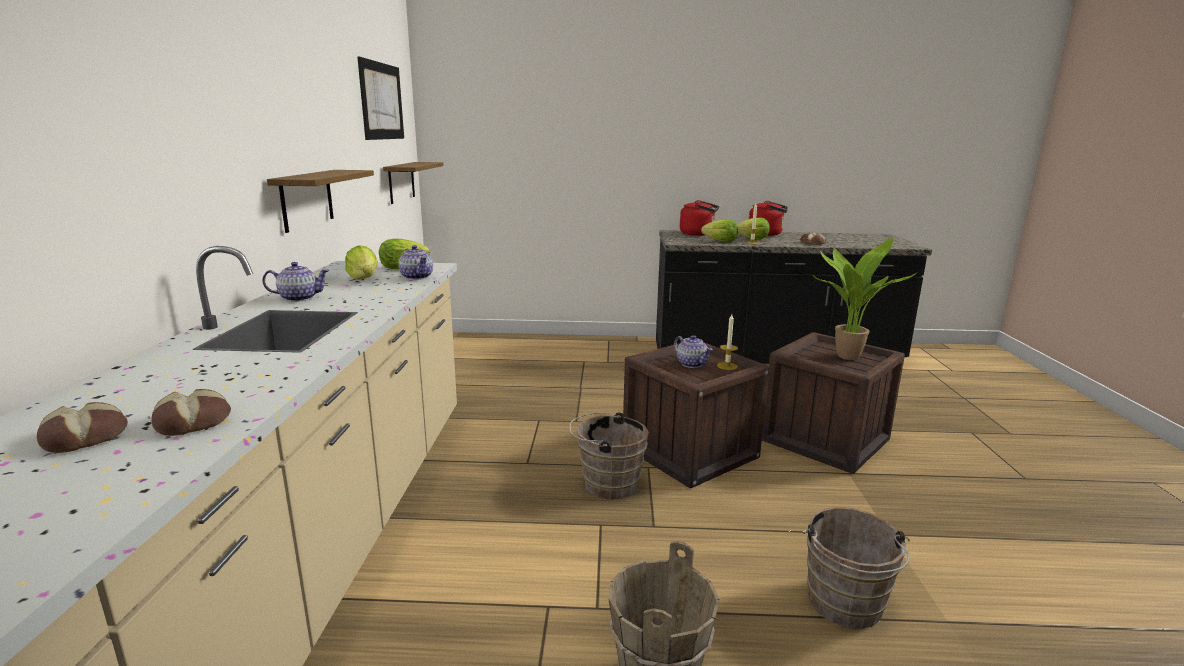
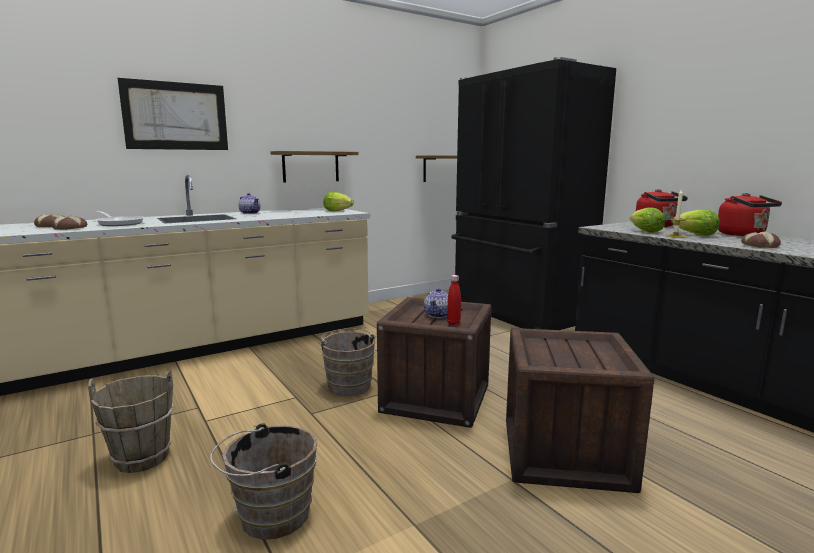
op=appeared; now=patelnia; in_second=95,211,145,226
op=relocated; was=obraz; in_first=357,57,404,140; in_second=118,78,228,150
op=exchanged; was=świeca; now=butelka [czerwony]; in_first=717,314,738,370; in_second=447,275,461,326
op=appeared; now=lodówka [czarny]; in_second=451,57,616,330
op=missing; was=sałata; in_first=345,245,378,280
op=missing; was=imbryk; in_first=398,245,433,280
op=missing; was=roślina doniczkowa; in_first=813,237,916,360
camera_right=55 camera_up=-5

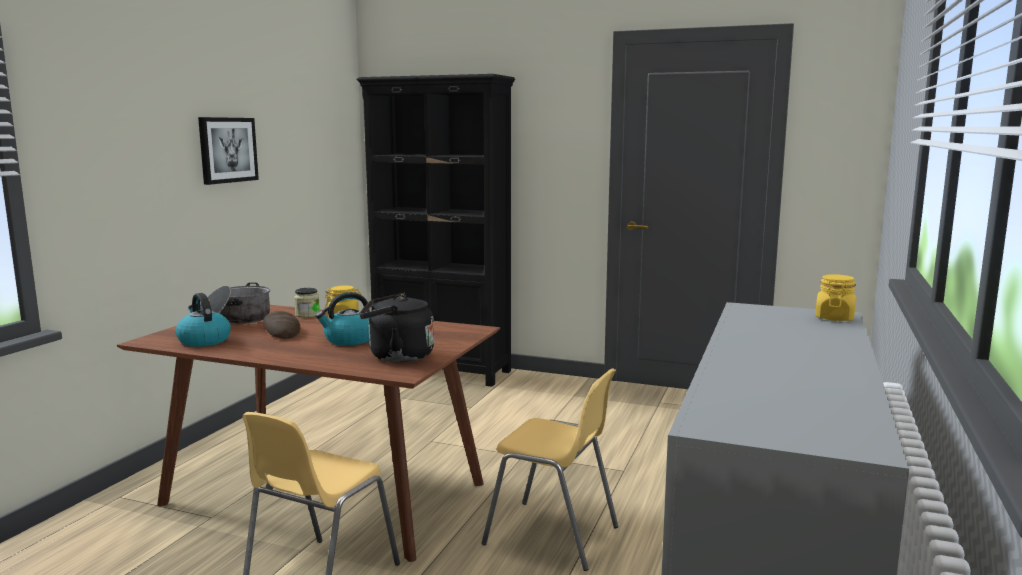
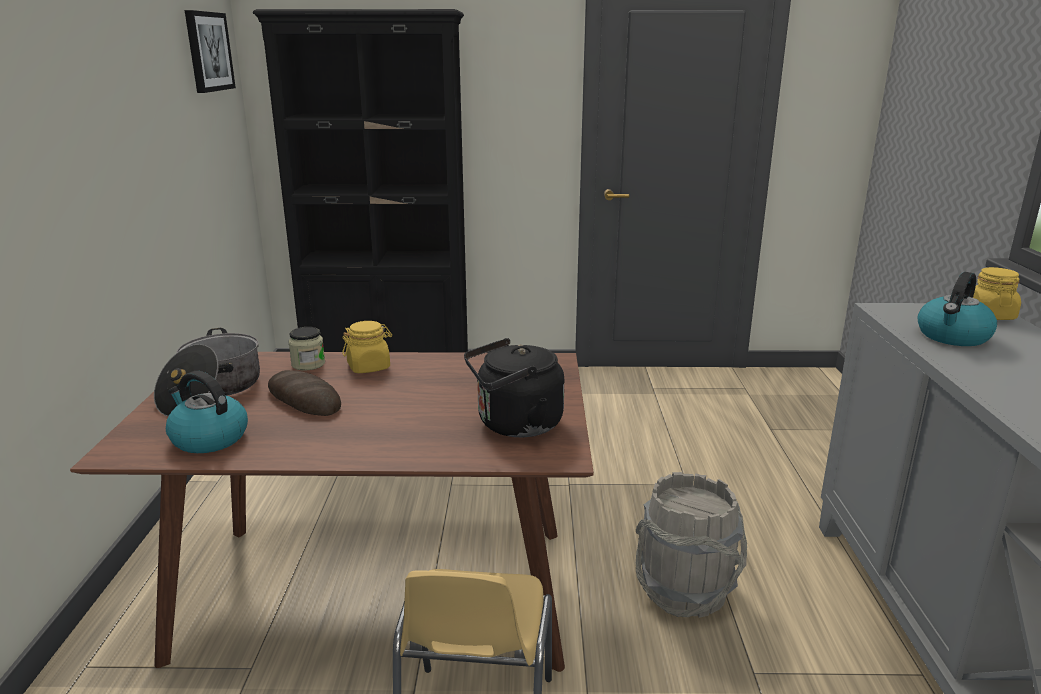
op=relocated; was=obraz; in_first=198,117,259,185; in_second=185,10,236,93
op=exchanged; was=krzesło [żółty]; now=wiadro [szary]; in_first=482,368,619,571; in_second=636,472,747,618
op=relocated; was=czajnik; in_first=316,292,369,346; in_second=918,272,997,346
camera_right=-20 camera_up=10

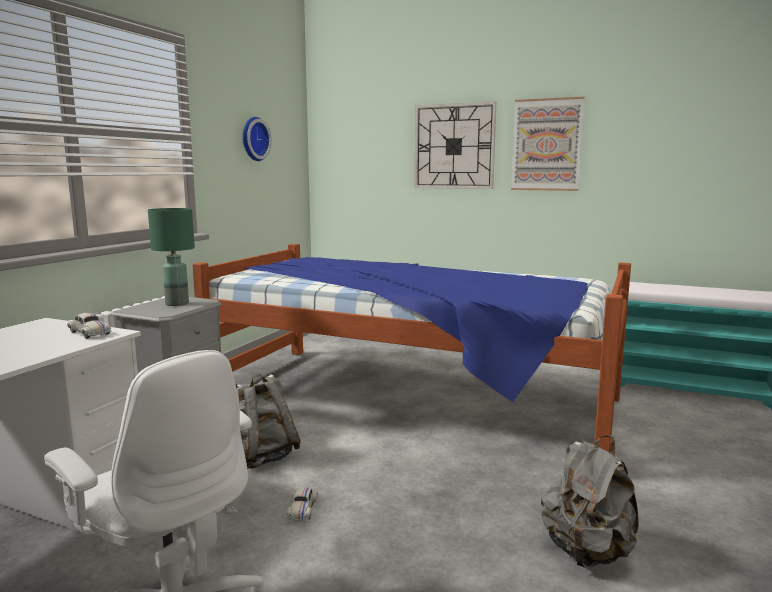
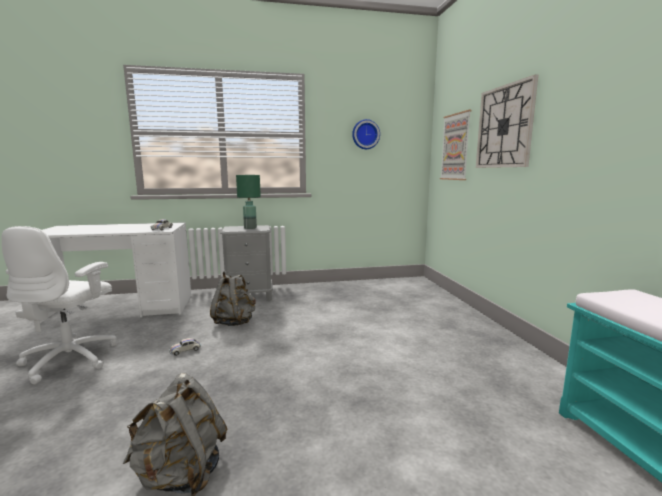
op=relocated; was=obraz; in_first=511,96,584,191; in_second=440,110,472,180
op=missing; was=łóżko; in_first=193,244,631,452
camera_right=55 camera_up=0

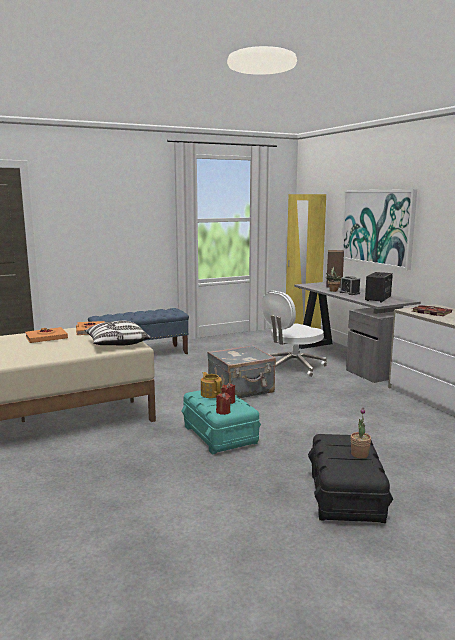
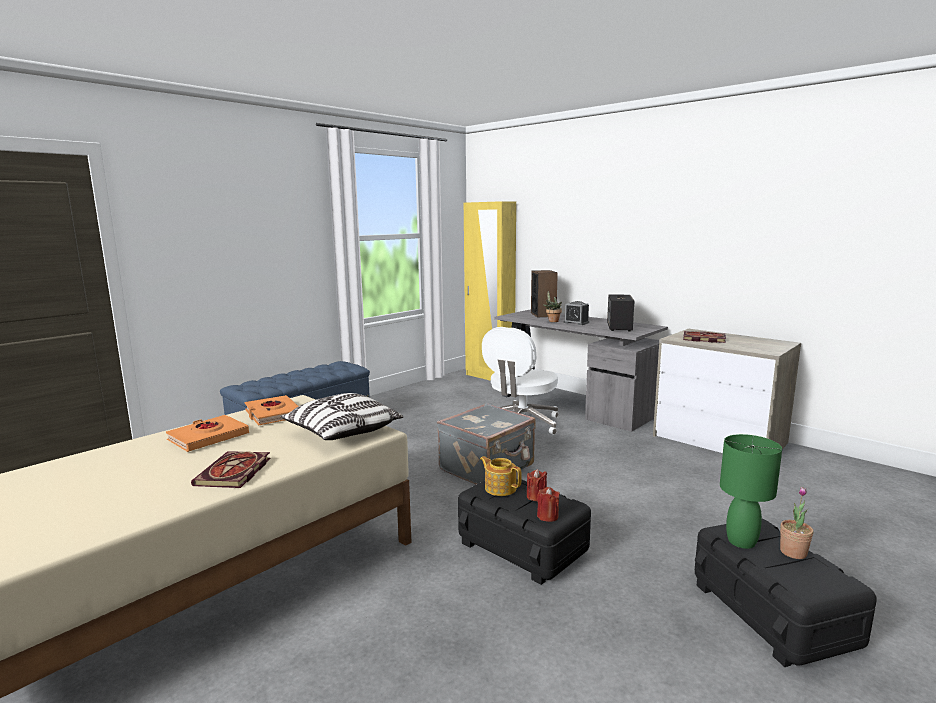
op=appeared; now=książka; in_second=191,451,271,488
op=colour; was=pojemnik do przechowywania [turkusowy]; now=pojemnik do przechowywania [czarny]; in_first=181,390,261,455; in_second=458,479,591,585
op=appeared; now=lampa stołowa [zielony]; in_second=720,434,782,549
op=missing; was=obraz; in_first=341,189,417,270
camera_right=-20 camera_up=0

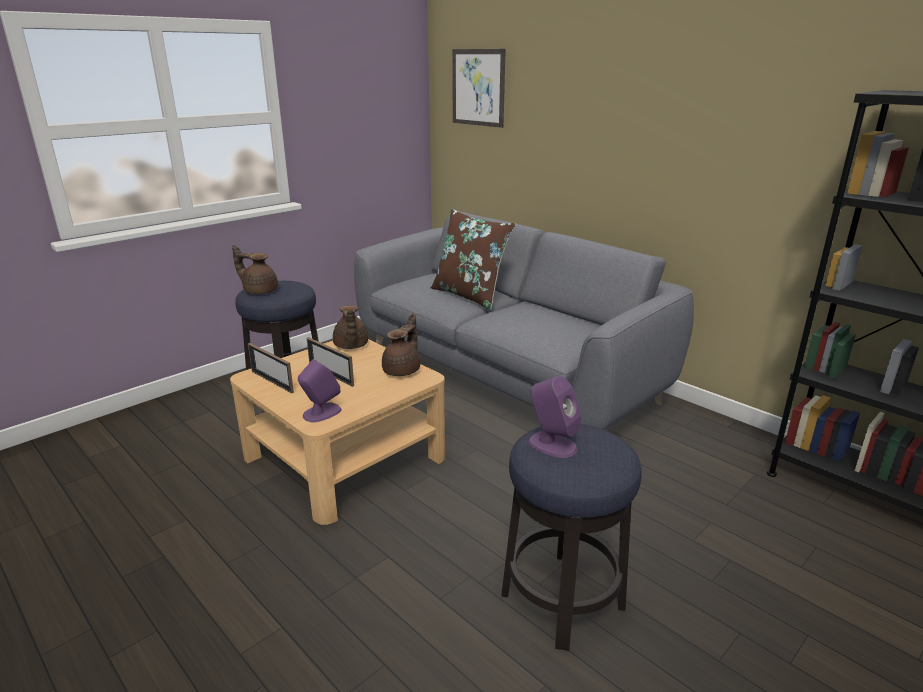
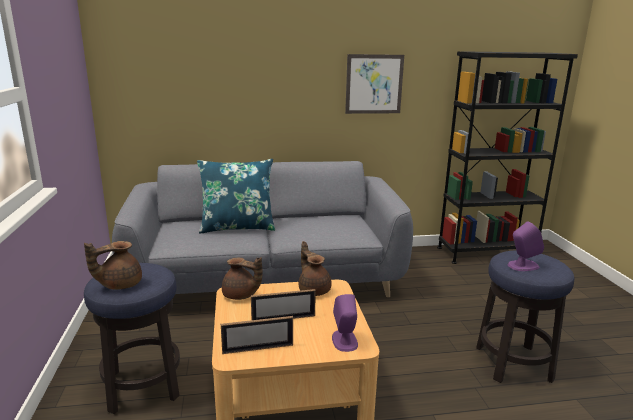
op=colour; was=poduszka [brązowy]; now=poduszka [niebieski]; in_first=431,209,515,310; in_second=197,159,275,233
op=relocated; was=obraz; in_first=452,49,506,128; in_second=345,54,404,114
camera_right=-55 camera_up=-5

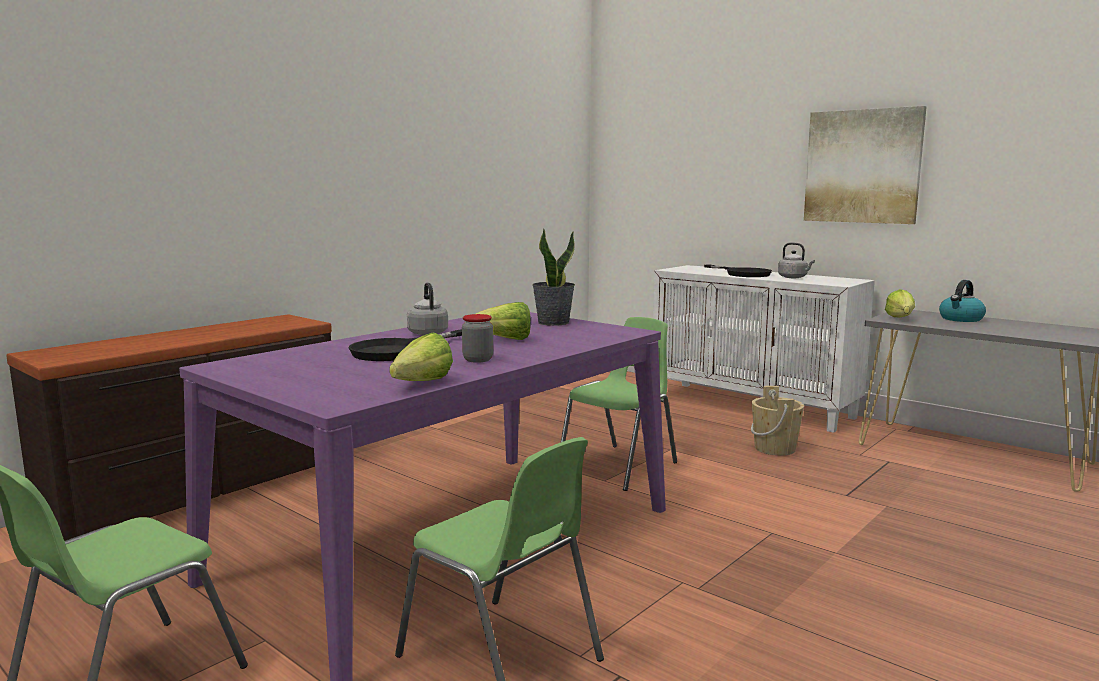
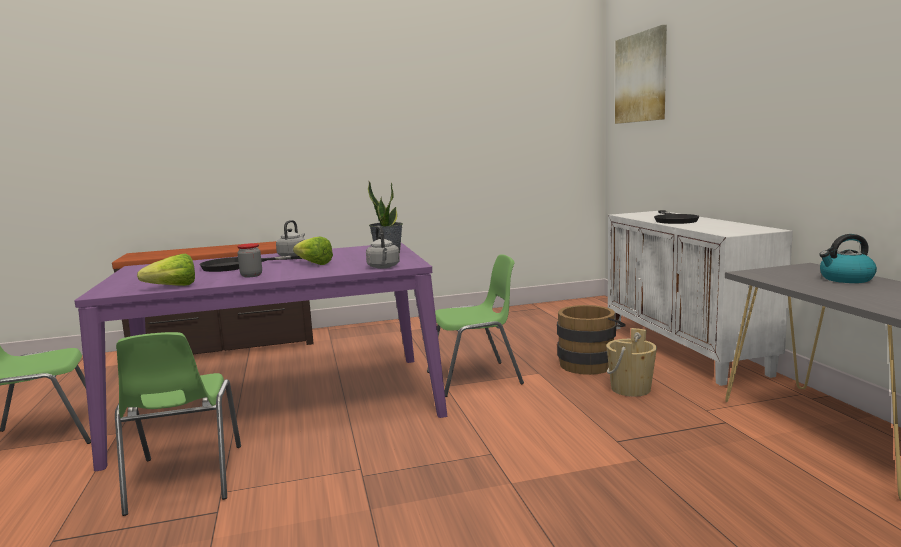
op=relocated; was=czajnik [szary]; in_first=778,242,815,278; in_second=366,226,400,269
op=appeared; now=wiadro [brązowy]; in_second=557,305,626,375
op=relocated; was=obraz; in_first=804,106,927,224; in_second=615,25,667,124
op=missing; was=sałata; in_first=885,289,915,318
camera_right=35 camera_up=0

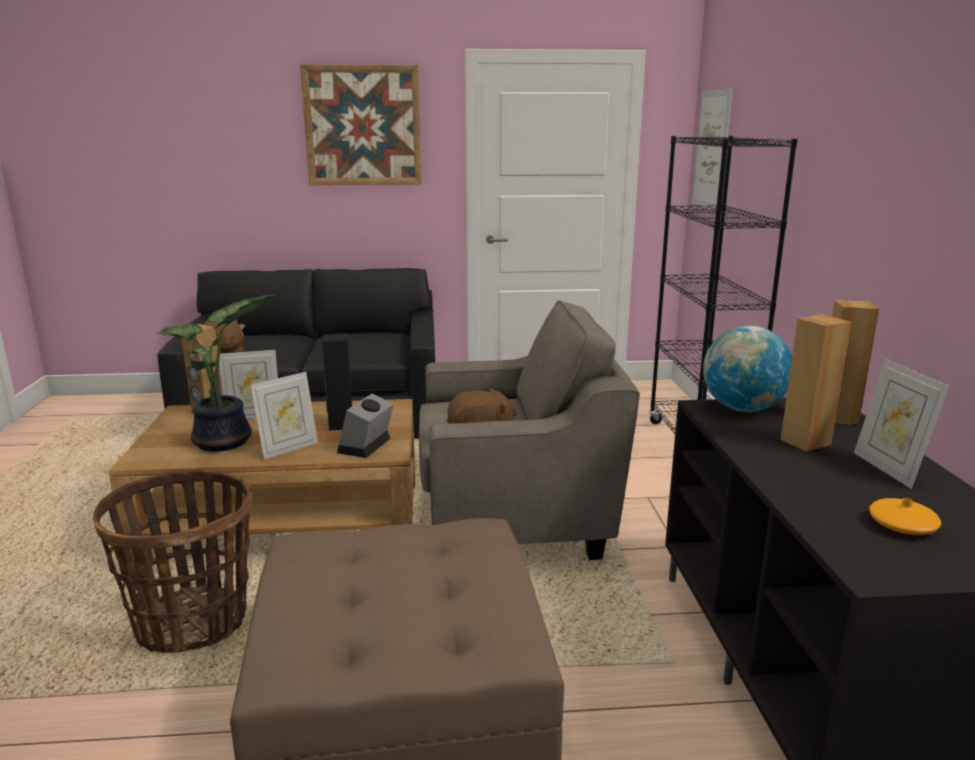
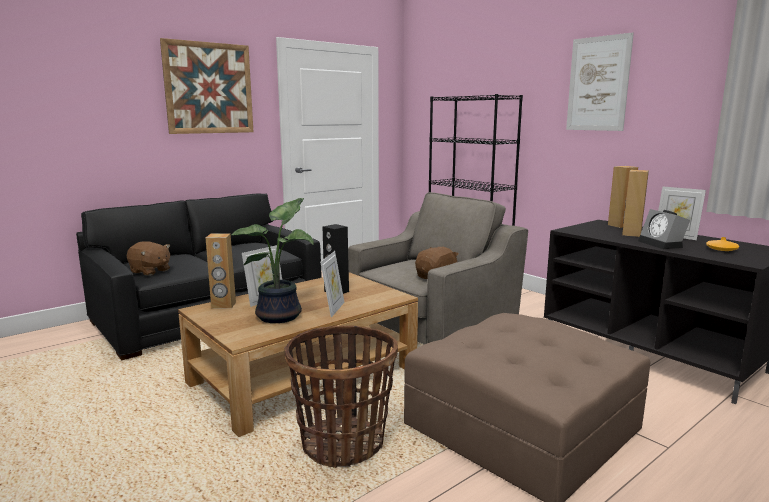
op=relocated; was=obraz; in_first=692,88,733,209; in_second=566,32,634,131
op=relocated; was=budzik; in_first=337,394,394,458; in_second=638,209,690,249
op=missing; was=globus; in_first=703,326,792,412
camera_right=-35 camera_up=-5

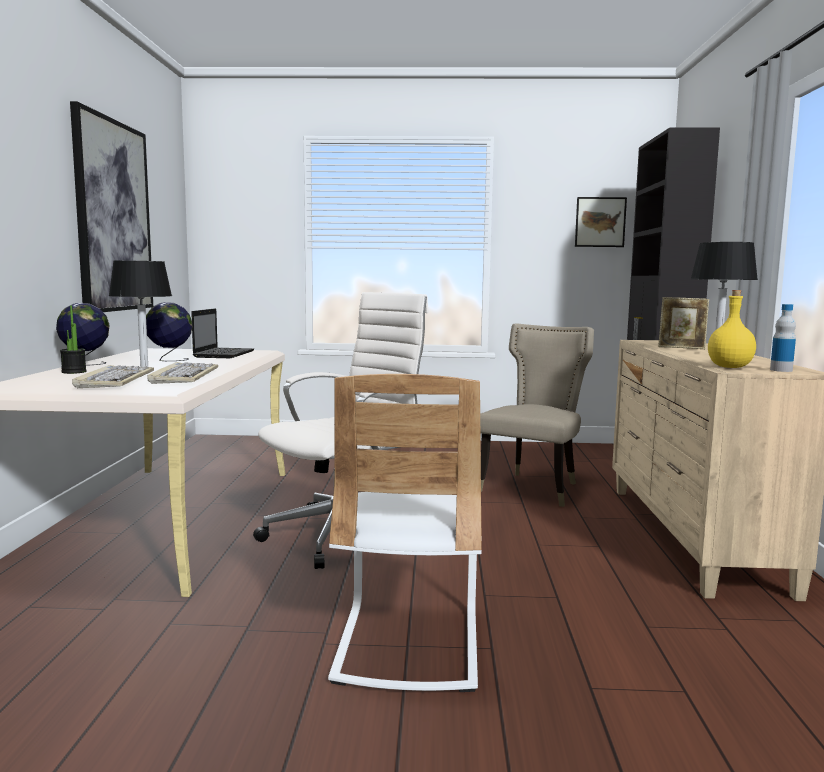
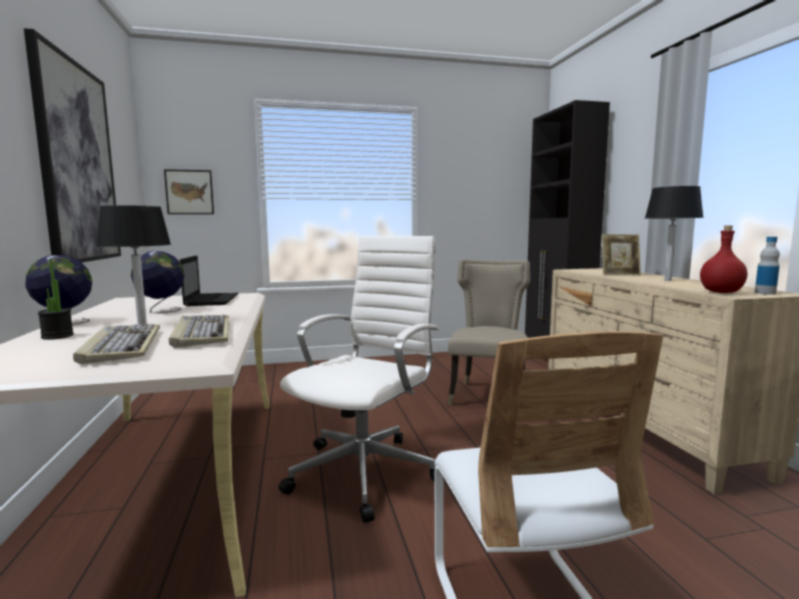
op=relocated; was=obraz; in_first=575,197,627,247; in_second=164,169,214,214
op=colour; was=butelka [żółty]; now=butelka [czerwony]; in_first=708,290,756,368; in_second=700,225,747,293
camera_right=-15 camera_up=0

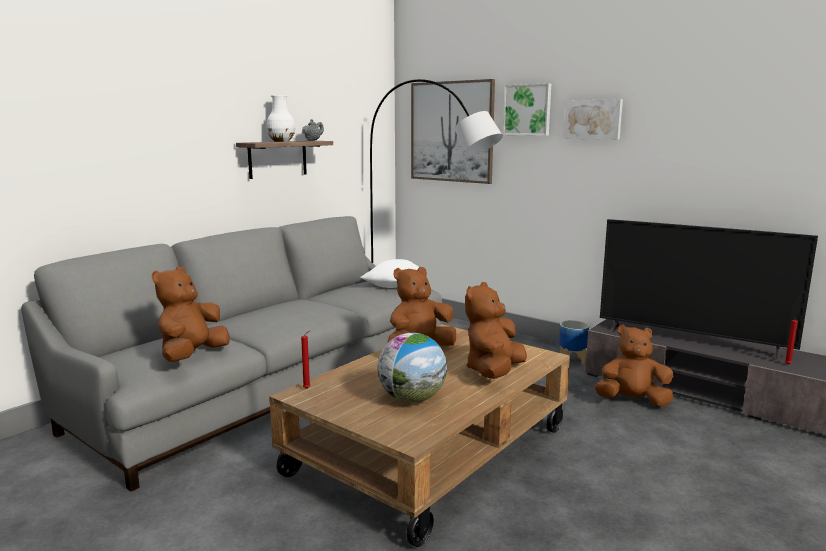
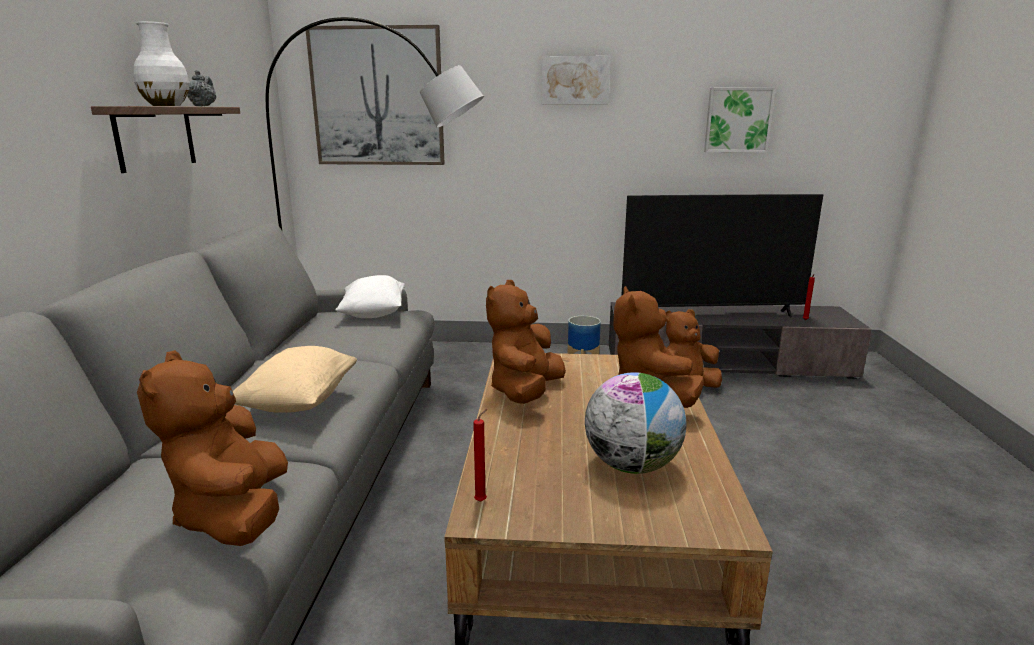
op=appeared; now=poduszka [beżowy]; in_second=233,346,357,413
op=relocated; was=obraz; in_first=503,83,551,136; in_second=704,87,776,153
camera_right=-35 camera_up=5

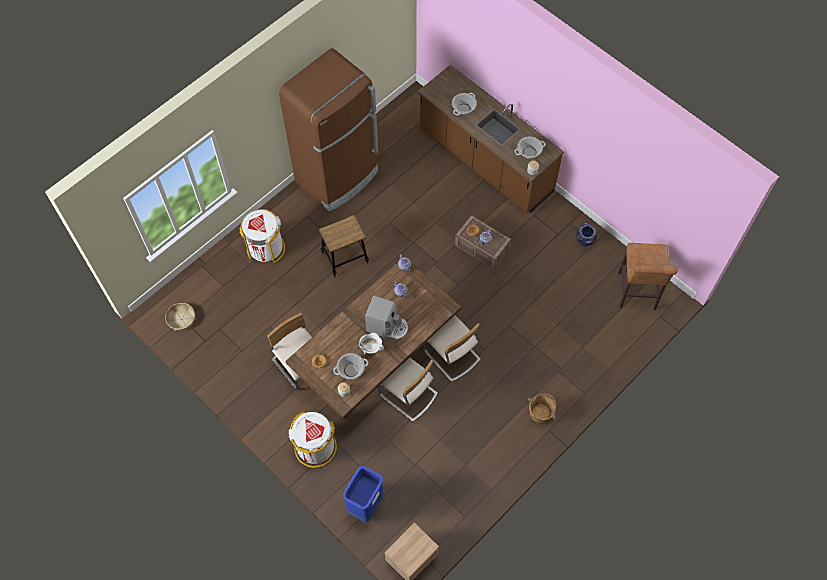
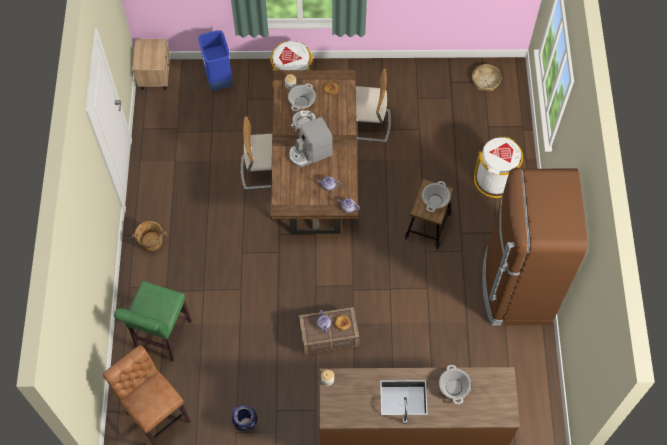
op=appeared; now=stołek [zielony]; in_second=114,281,192,362
op=relocated; was=garnek; in_first=514,137,545,159; in_second=422,181,451,212
op=missing; was=krzesło [beżowy]; in_first=423,316,481,382
camera_right=135 camera_up=0

